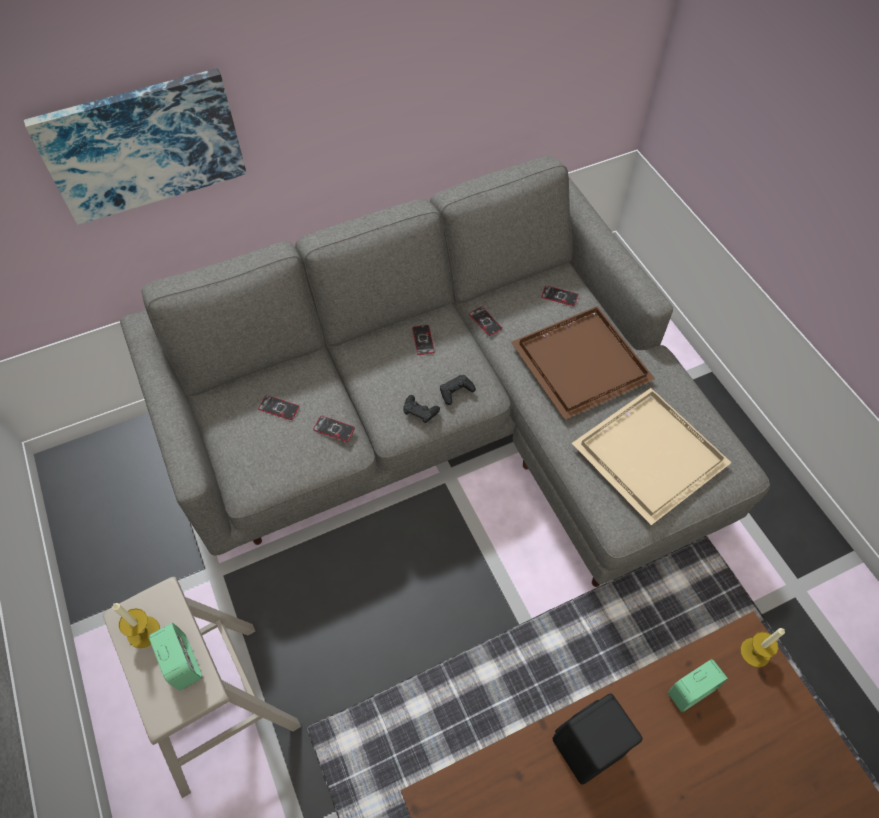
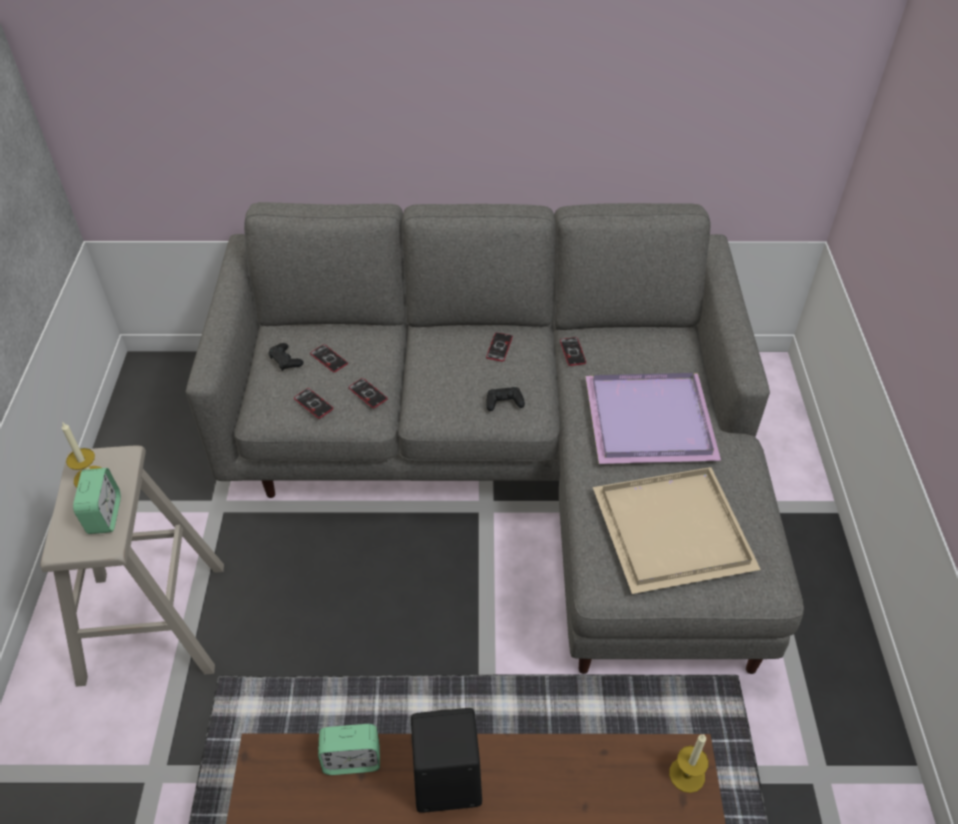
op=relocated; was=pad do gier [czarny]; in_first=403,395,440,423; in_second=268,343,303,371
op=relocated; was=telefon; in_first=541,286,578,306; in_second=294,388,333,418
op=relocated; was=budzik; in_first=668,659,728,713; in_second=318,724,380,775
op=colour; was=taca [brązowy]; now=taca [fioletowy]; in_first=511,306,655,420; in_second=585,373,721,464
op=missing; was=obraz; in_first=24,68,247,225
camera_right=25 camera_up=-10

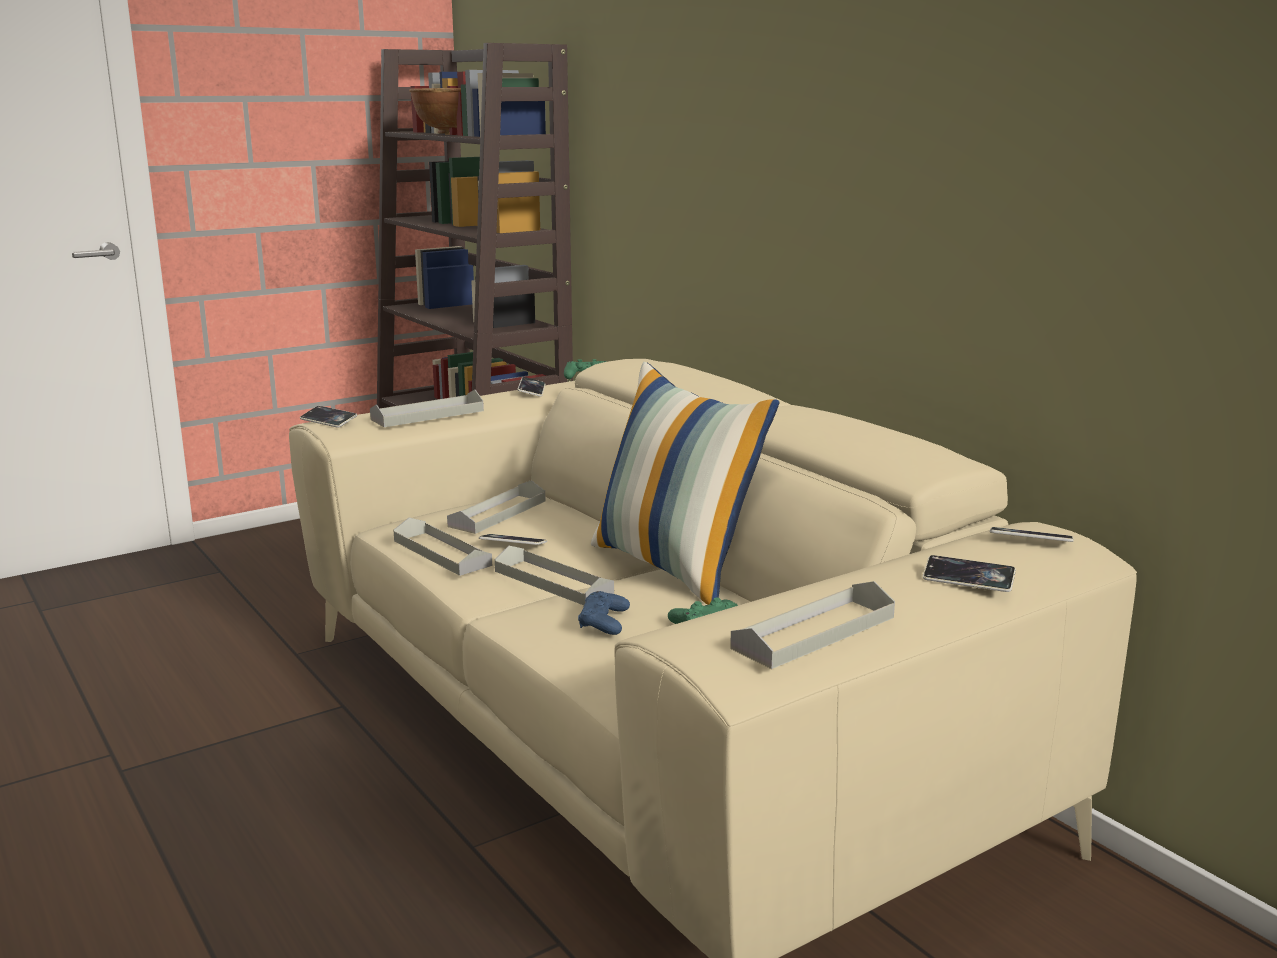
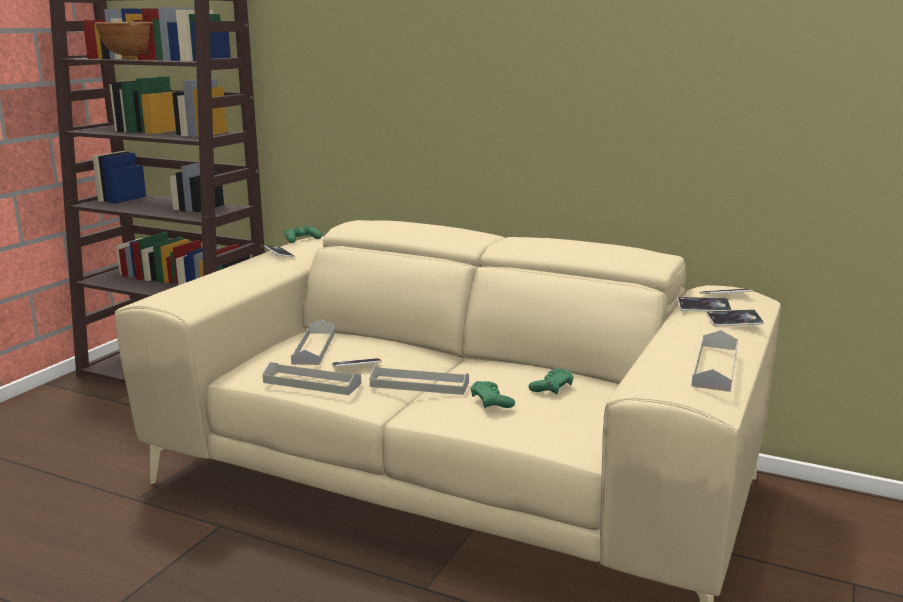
op=colour; was=pad do gier [niebieski]; now=pad do gier [zielony]; in_first=578,591,630,635; in_second=471,381,515,408
op=relocated; was=telefon; in_first=300,406,357,428; in_second=677,297,732,312
op=missing; was=taca [szary]; in_first=370,390,484,427
op=missing; was=poduszka; in_first=591,362,779,605
camera_right=-30 camera_up=0

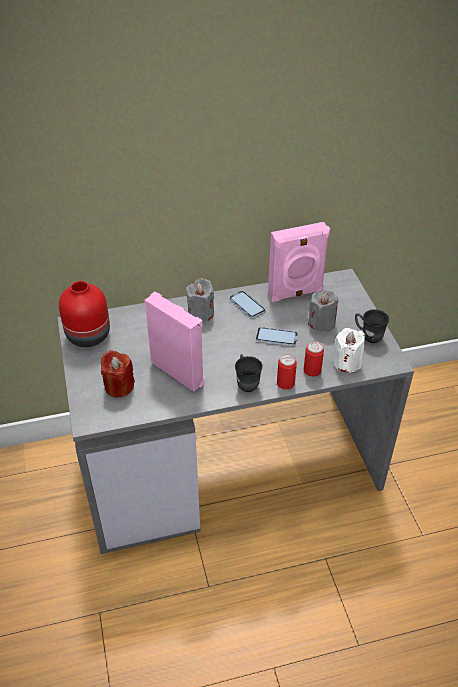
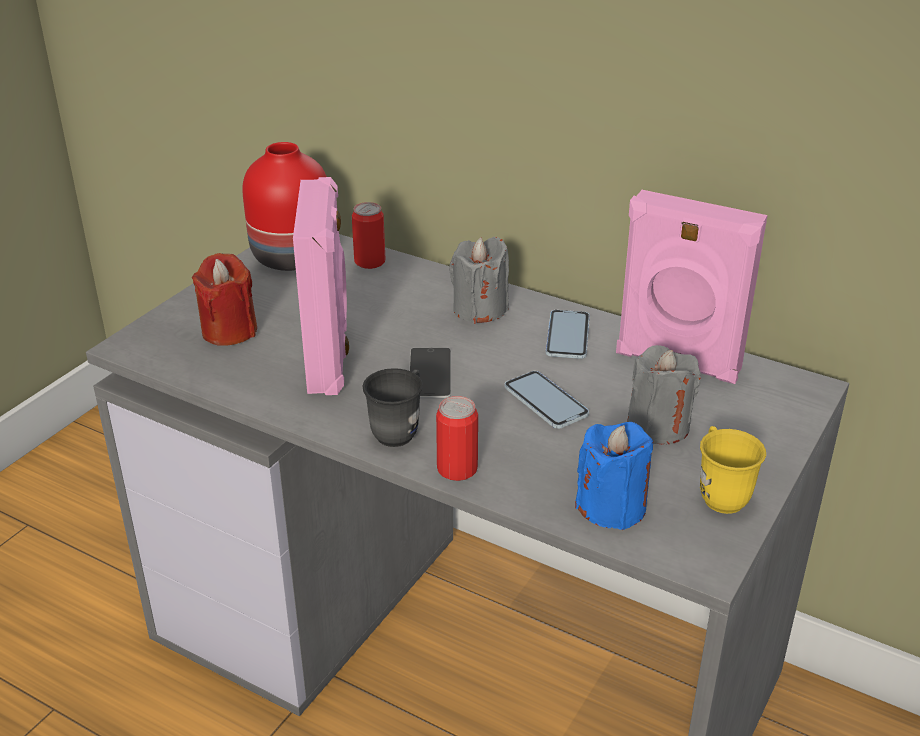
op=relocated; was=puszka; in_first=304,341,324,377; in_second=352,202,386,269
op=appeared; now=telefon; in_second=409,348,451,398
op=colour; was=świeca [biały]; now=świeca [niebieski]; in_first=333,328,365,373; in_second=575,422,653,530
op=colour; was=kubek [szary]; now=kubek [żółty]; in_first=355,309,389,343; in_second=700,426,766,514
camera_right=45 camera_up=-10

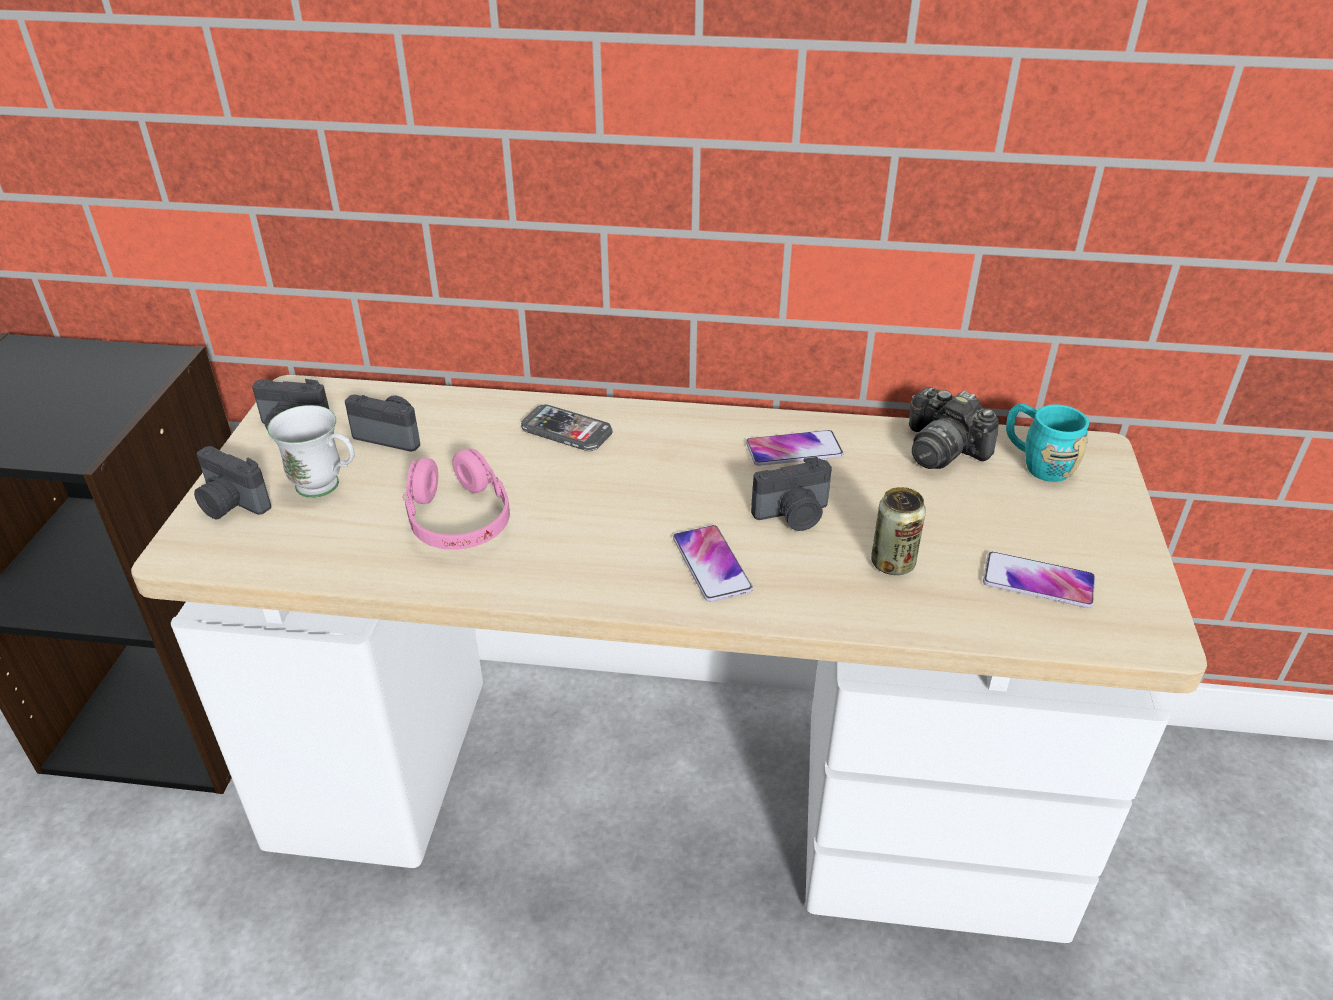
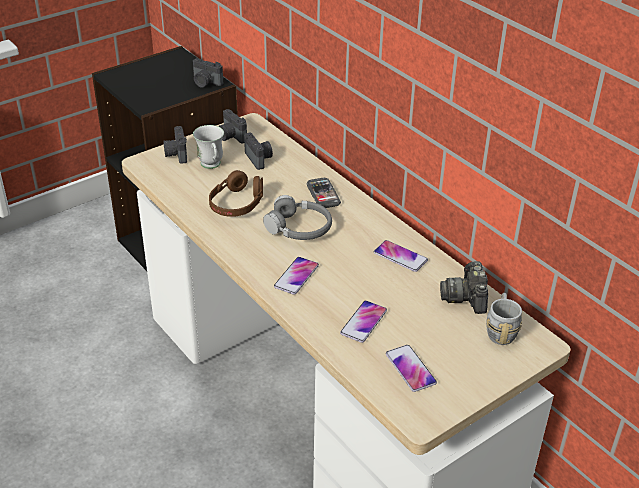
op=relocated; was=aparat fotograficzny; in_first=751,457,832,531; in_second=193,58,223,88
op=colour; was=słuchawki [różowy]; now=słuchawki [brązowy]; in_first=402,449,510,550; in_second=209,170,263,217
op=appeared; now=słuchawki [szary]; in_second=263,195,332,240
op=exchanged; was=puszka; now=telefon; in_first=871,487,926,575; in_second=340,301,387,343
op=colour; was=kubek [turkusowy]; now=kubek [szary]; in_first=1006,403,1089,482; in_second=486,293,522,345
camera_right=45 camera_up=0

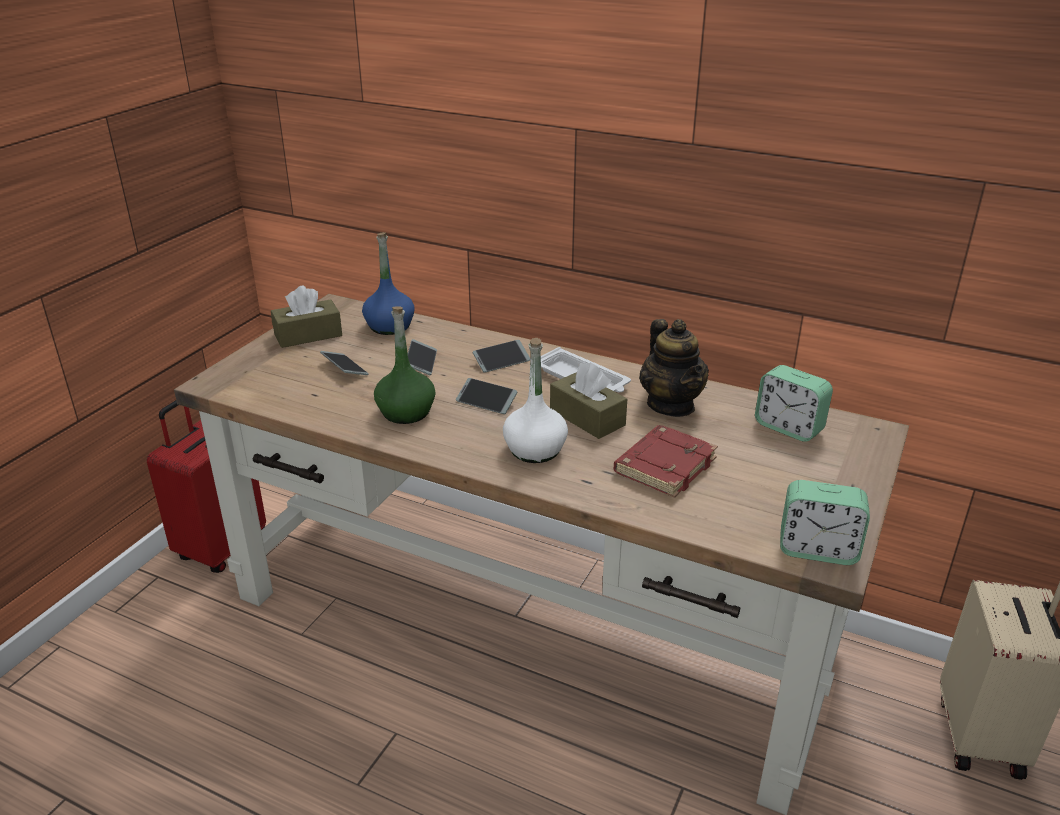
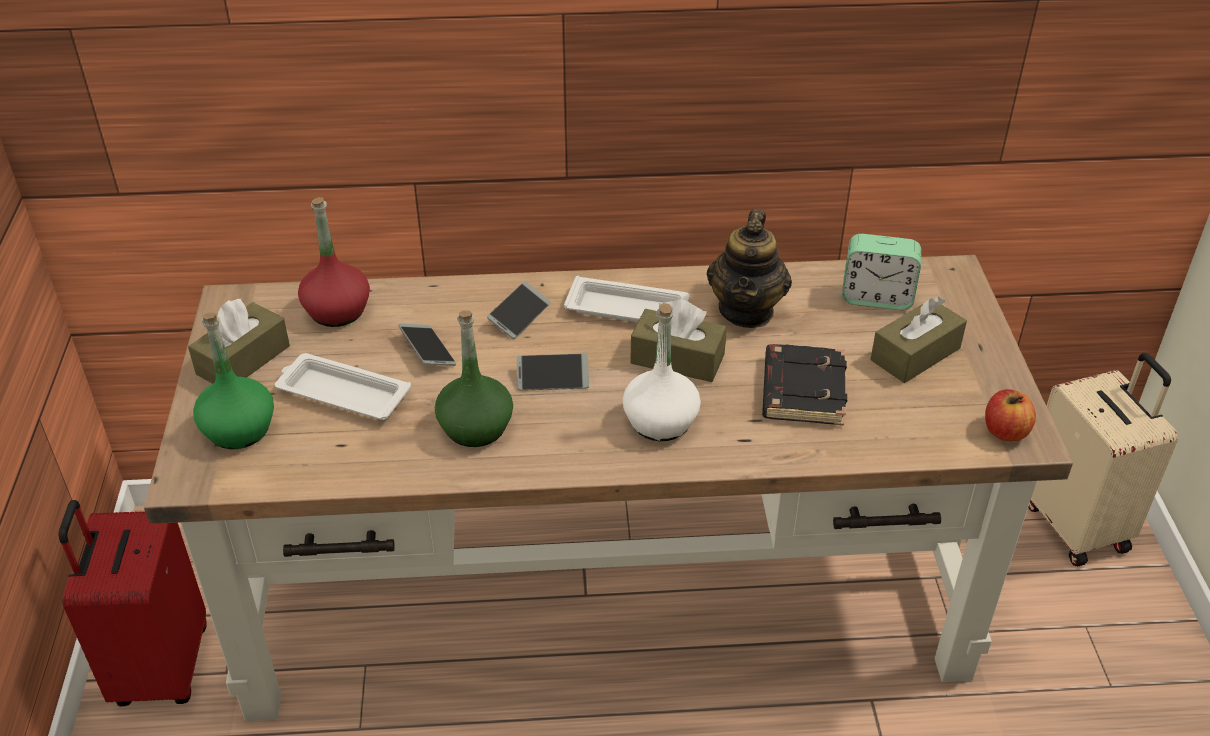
op=appeared; now=butelka [zielony]; in_second=193,312,274,449
op=exchanged; was=telefon; now=taca [biały]; in_first=320,351,369,375; in_second=275,353,411,420
op=colour; was=butelka [niebieski]; now=butelka [czerwony]; in_first=362,232,415,335; in_second=298,197,370,327
op=spun; was=imbryk; in_first=639,319,709,417; in_second=707,209,792,328; clockwise=60
op=colour; was=książka [czerwony]; now=książka [czarny]; in_first=614,425,718,498; in_second=762,344,847,426
op=appeared; now=pudełko chusteczek [brązowy]; in_second=871,297,967,383
op=exchanged; was=budzik; now=jabłko; in_first=780,480,870,565; in_second=985,389,1036,442
camera_right=-30 camera_up=10

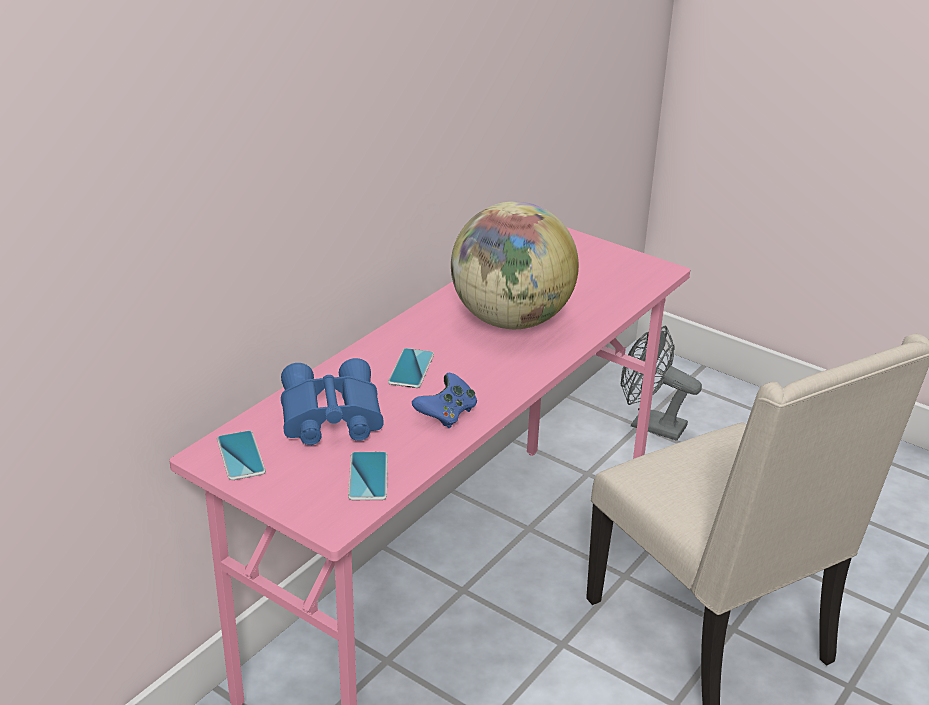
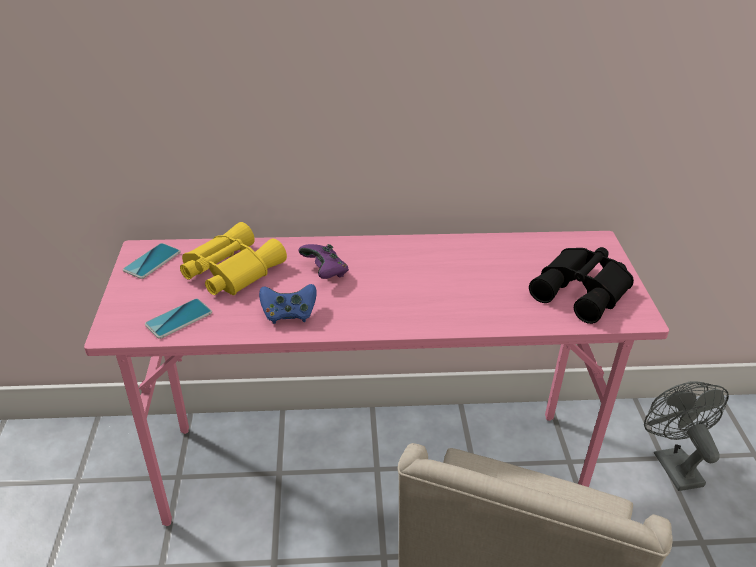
op=colour; was=lornetka [niebieski]; now=lornetka [żółty]; in_first=281,358,384,445; in_second=180,222,287,295
op=exchanged; was=telefon; now=pad do gier [fioletowy]; in_first=388,348,434,388; in_second=298,244,349,279
op=appeared; now=lornetka [czarny]; in_second=529,247,634,324
op=missing; was=globus; in_first=451,201,579,329
camera_right=50 camera_up=5

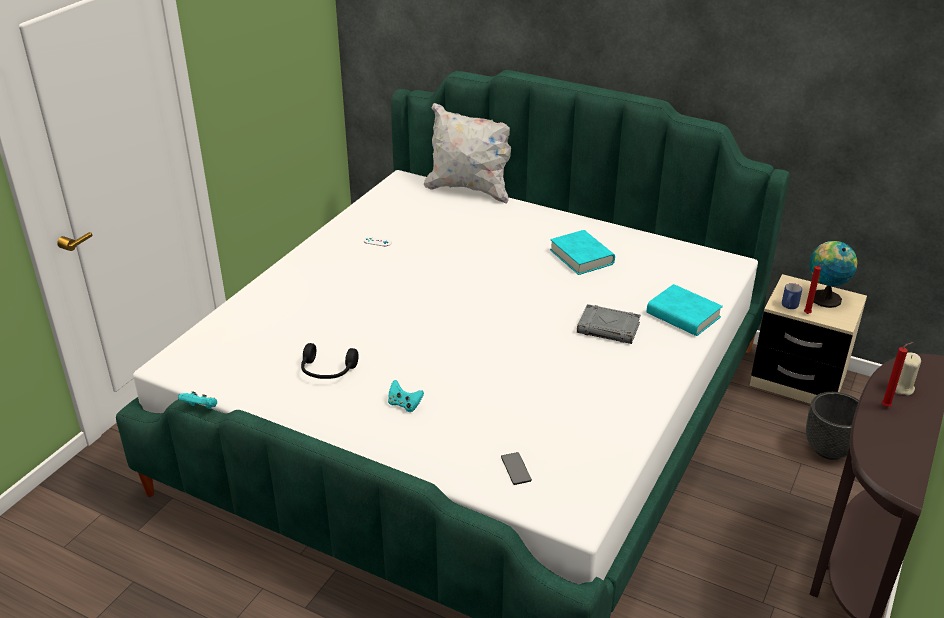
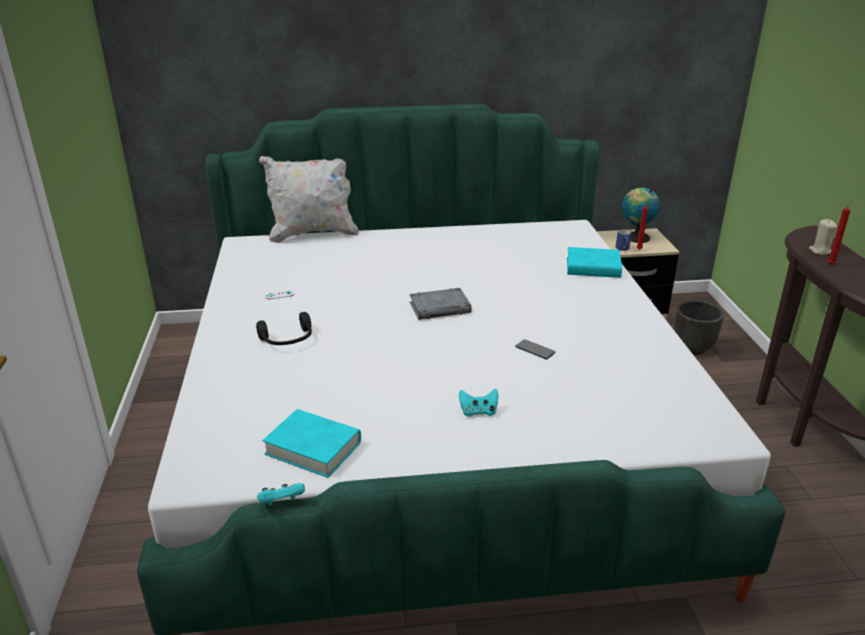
op=relocated; was=słuchawki [czarny]; in_first=301,343,359,379; in_second=256,312,312,345
op=relocated; was=książka [turkusowy]; in_first=550,230,615,275; in_second=263,409,361,478
op=relocated; was=książka [szary]; in_first=577,304,641,344; in_second=410,288,471,320
op=relocated; was=telefon; in_first=501,452,532,485; in_second=516,339,556,360
camera_right=-35 camera_up=-5

